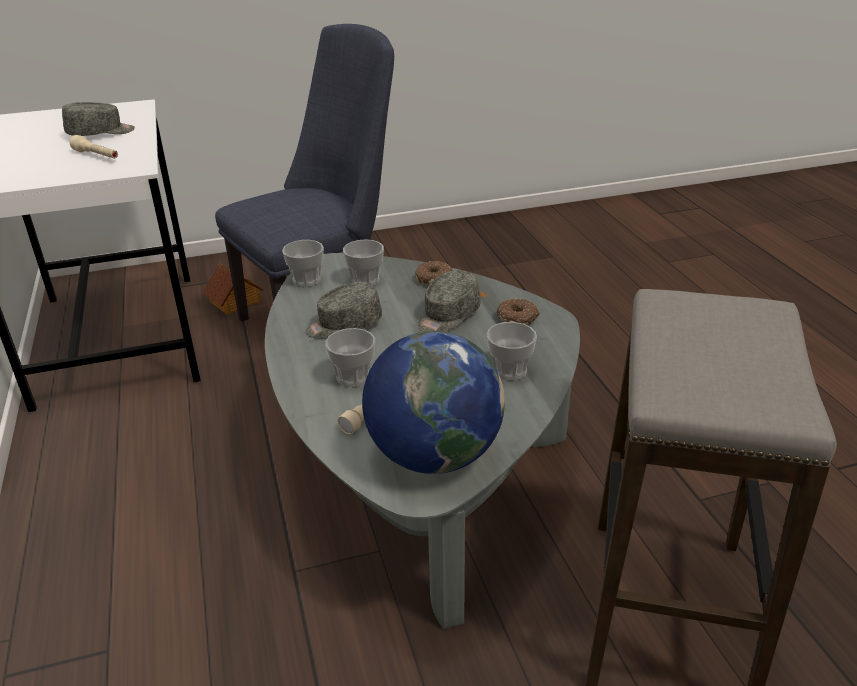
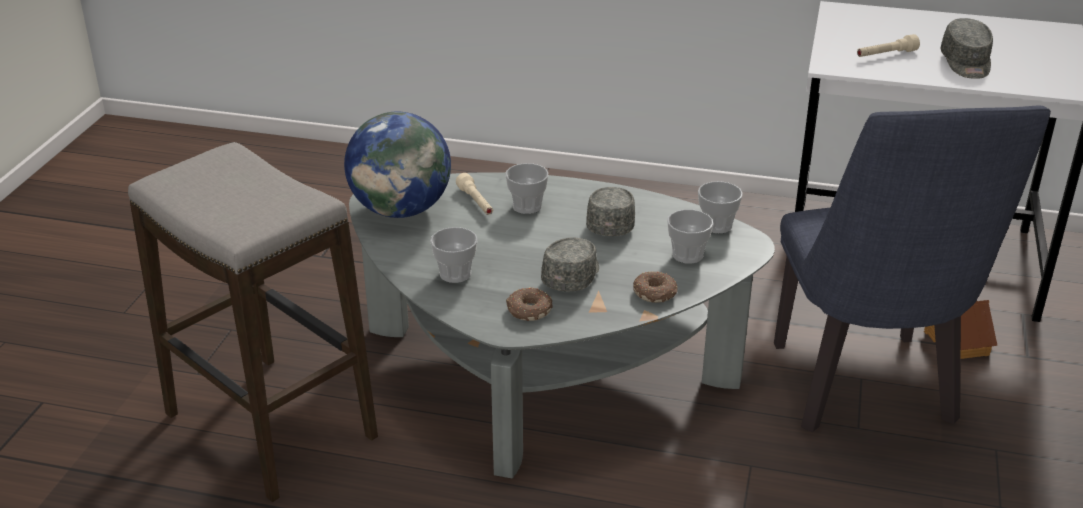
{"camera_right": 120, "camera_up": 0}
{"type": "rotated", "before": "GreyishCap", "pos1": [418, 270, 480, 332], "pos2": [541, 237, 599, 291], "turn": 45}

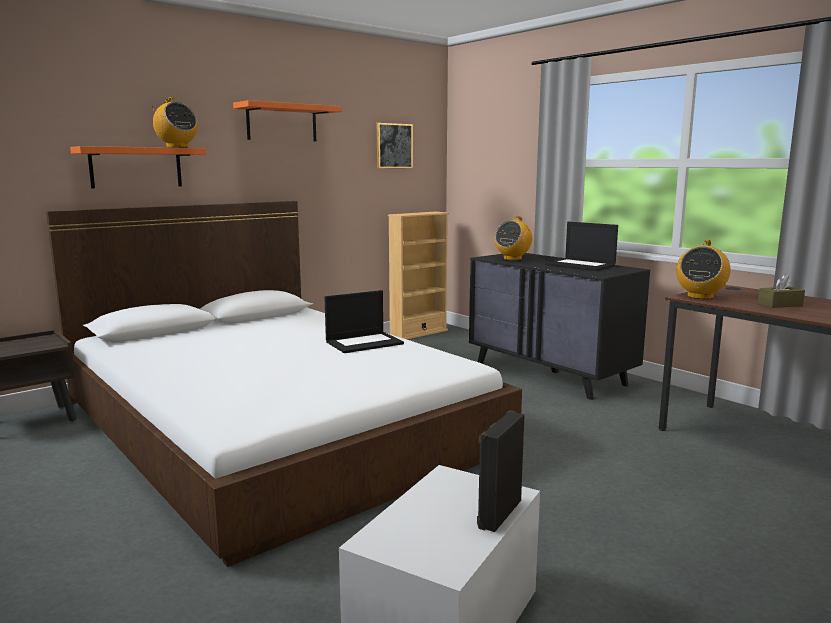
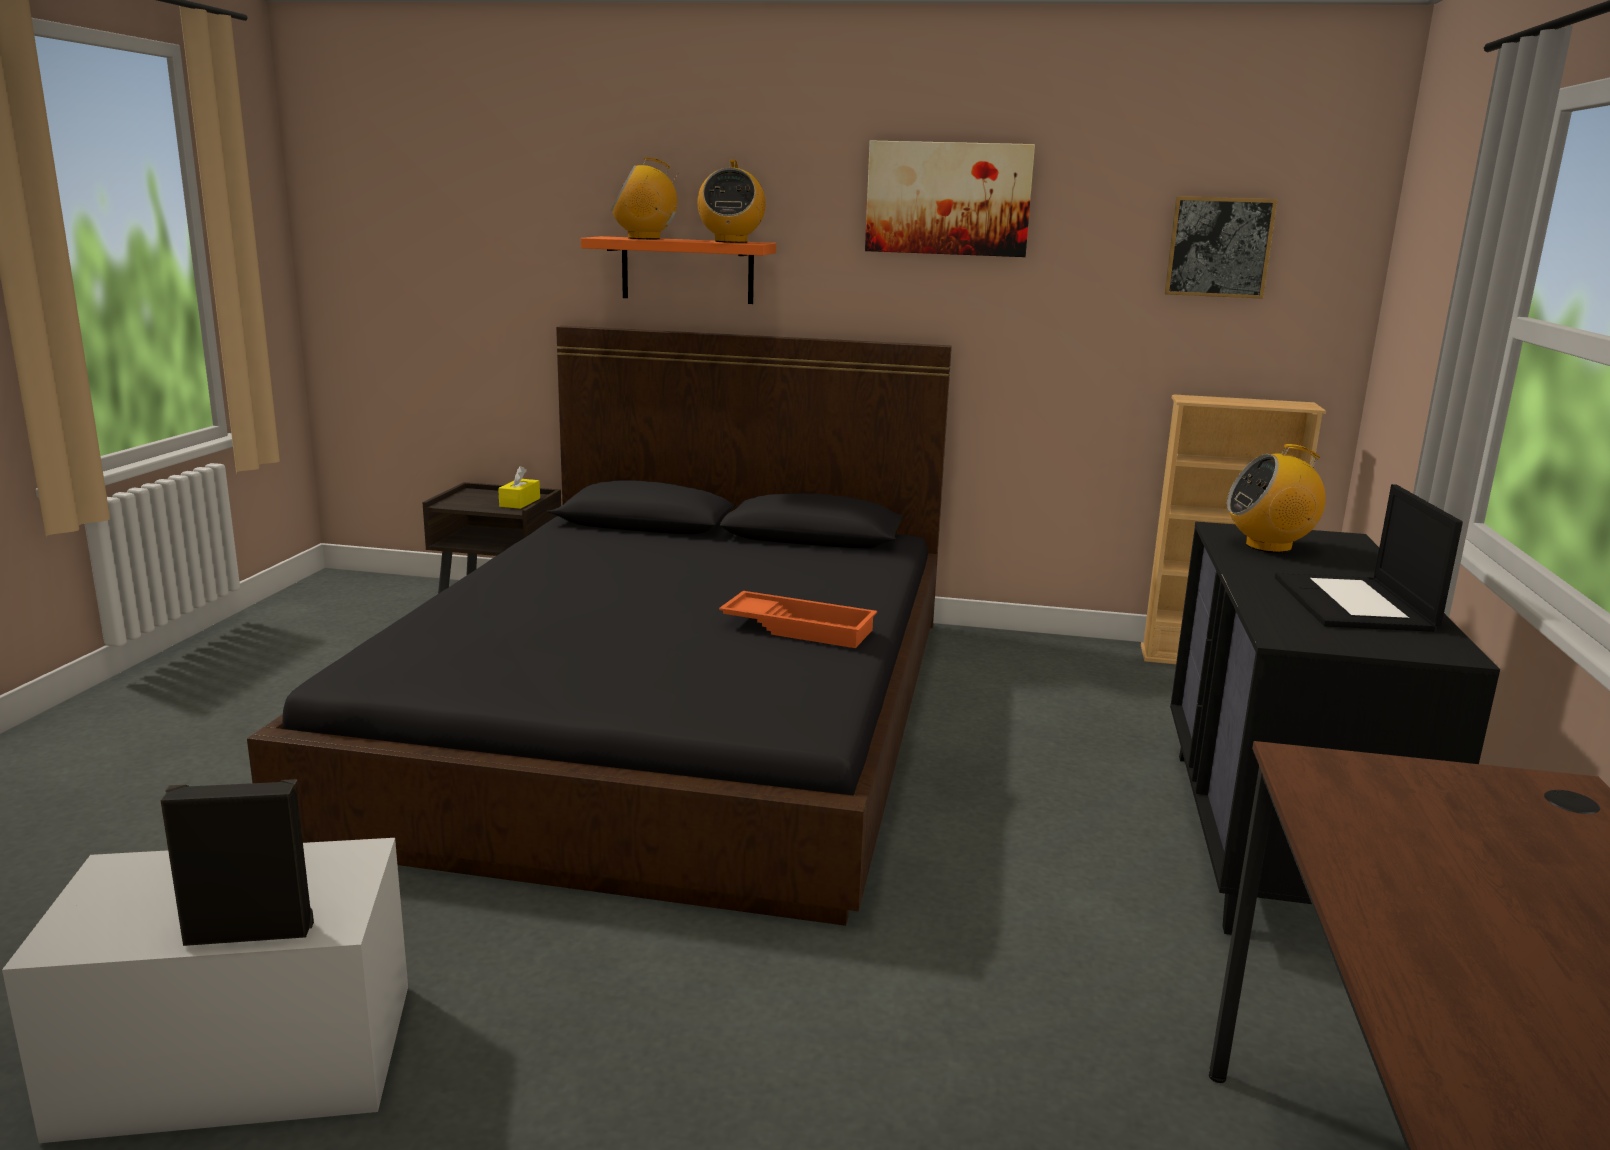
{"camera_right": 50, "camera_up": 5}
{"type": "repainted", "before": "WhitishBed", "after": "BlackColouredBed", "pos1": [46, 201, 522, 567], "pos2": [247, 326, 952, 926]}
{"type": "swapped", "before": "OrangeColouredBracketShelf", "after": "WallPicture", "pos1": [233, 100, 342, 141], "pos2": [865, 140, 1035, 257]}
{"type": "swapped", "before": "Laptop", "after": "OrangeColouredServingTray", "pos1": [324, 290, 404, 353], "pos2": [719, 591, 877, 648]}
{"type": "shifted", "before": "RadioSet", "pos1": [676, 240, 731, 299], "pos2": [611, 157, 678, 239]}
{"type": "gone", "before": "BrownTissueHolder", "pos1": [758, 274, 805, 308]}
{"type": "new", "after": "YellowColouredTissueHolder", "pos2": [498, 466, 540, 509]}

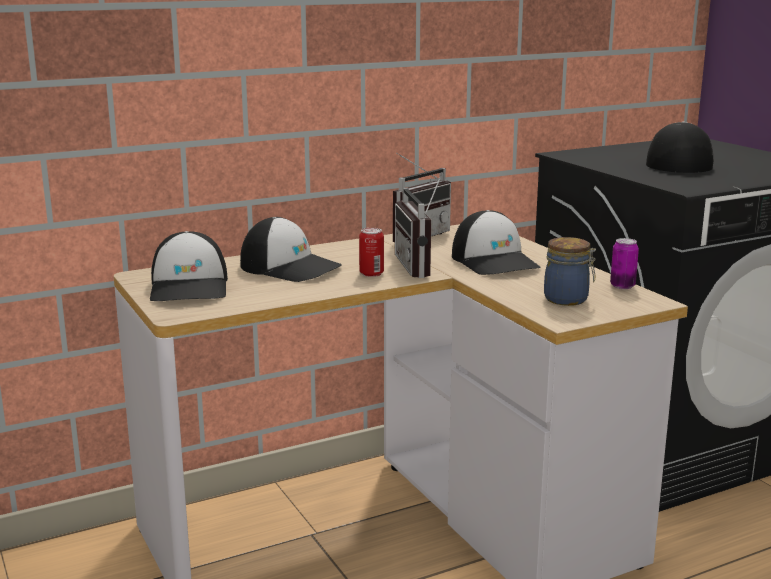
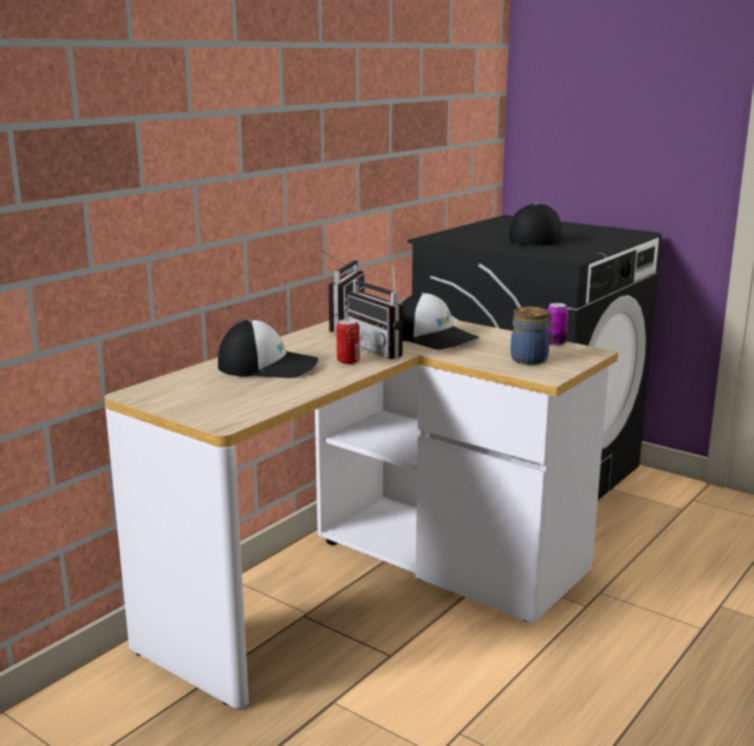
{"camera_right": -25, "camera_up": 0}
{"type": "gone", "before": "Cap", "pos1": [150, 231, 228, 301]}

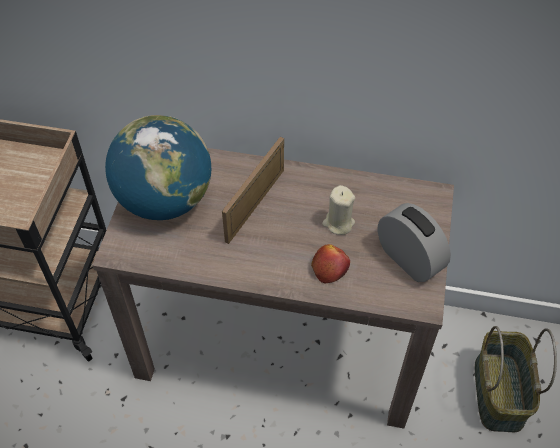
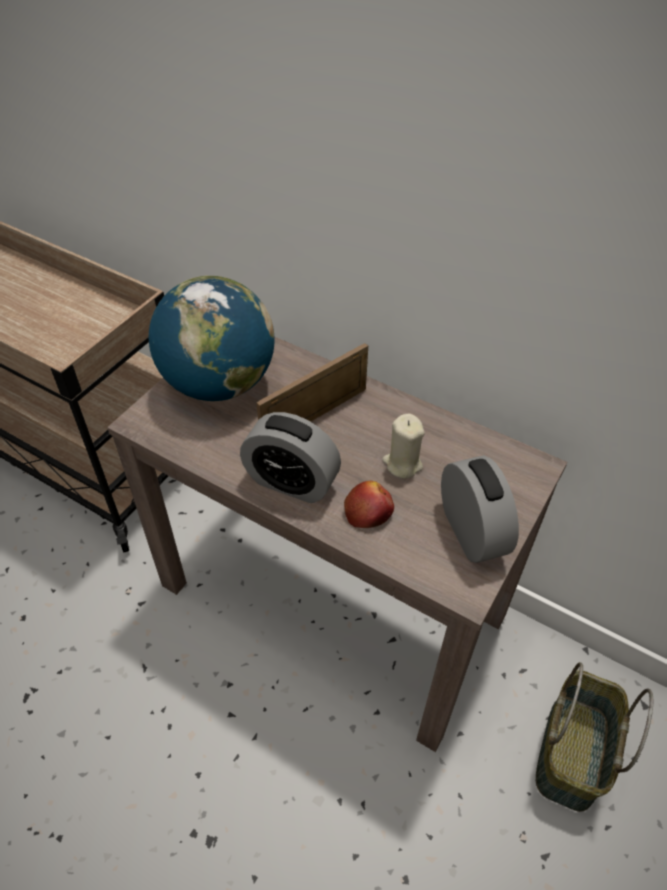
{"camera_right": 20, "camera_up": -5}
{"type": "new", "after": "AlarmClock", "pos2": [240, 412, 341, 503]}

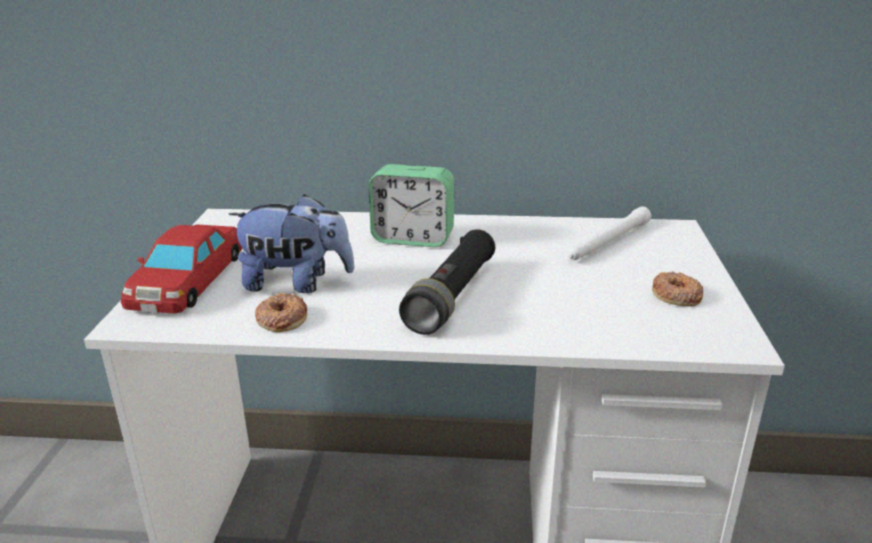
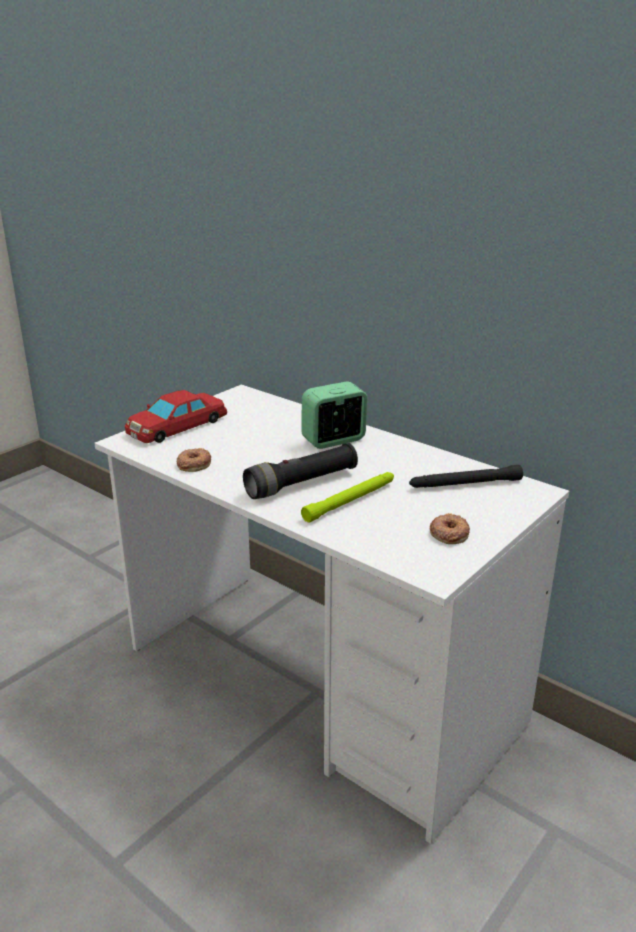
{"camera_right": 35, "camera_up": 0}
{"type": "gone", "before": "PlushToy", "pos1": [229, 194, 355, 293]}
{"type": "rotated", "before": "AlarmClock", "pos1": [369, 164, 454, 247], "pos2": [301, 381, 368, 449], "turn": 105}
{"type": "repainted", "before": "WhitishFlashlight", "after": "BlackColouredFlashlight", "pos1": [567, 206, 651, 260], "pos2": [409, 465, 523, 488]}
{"type": "new", "after": "GreenFlashlight", "pos2": [301, 472, 394, 523]}

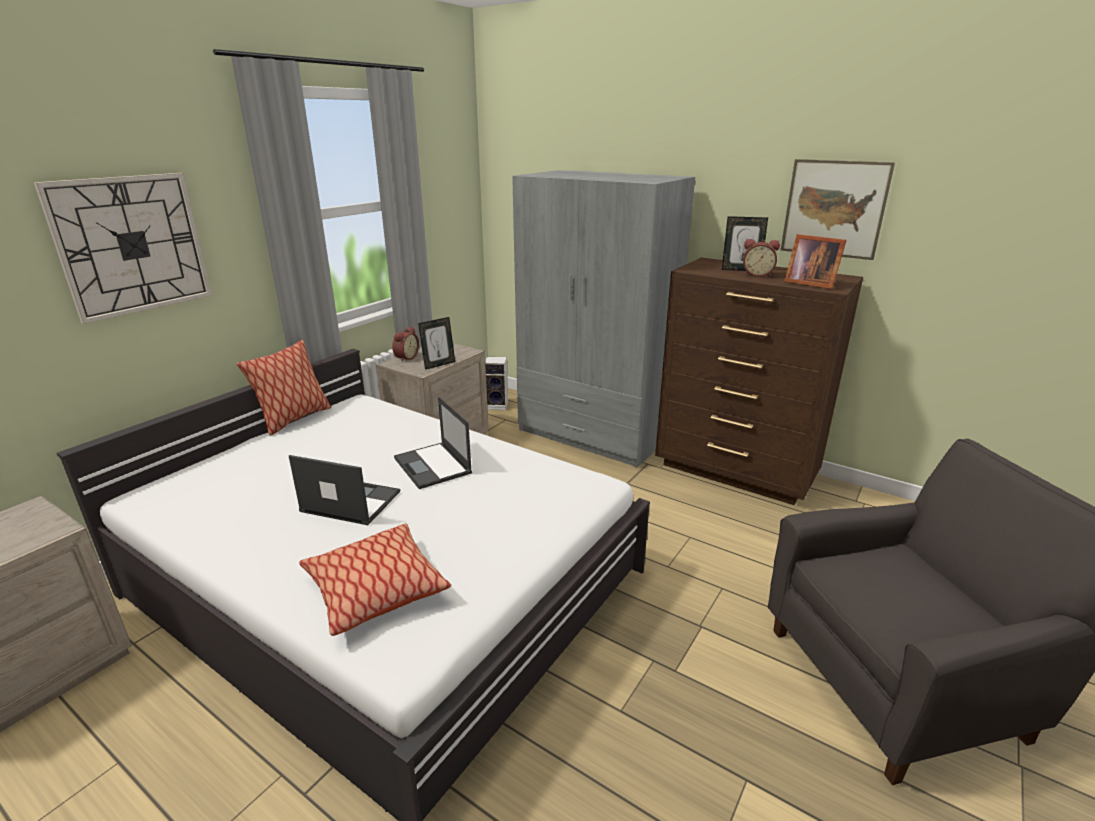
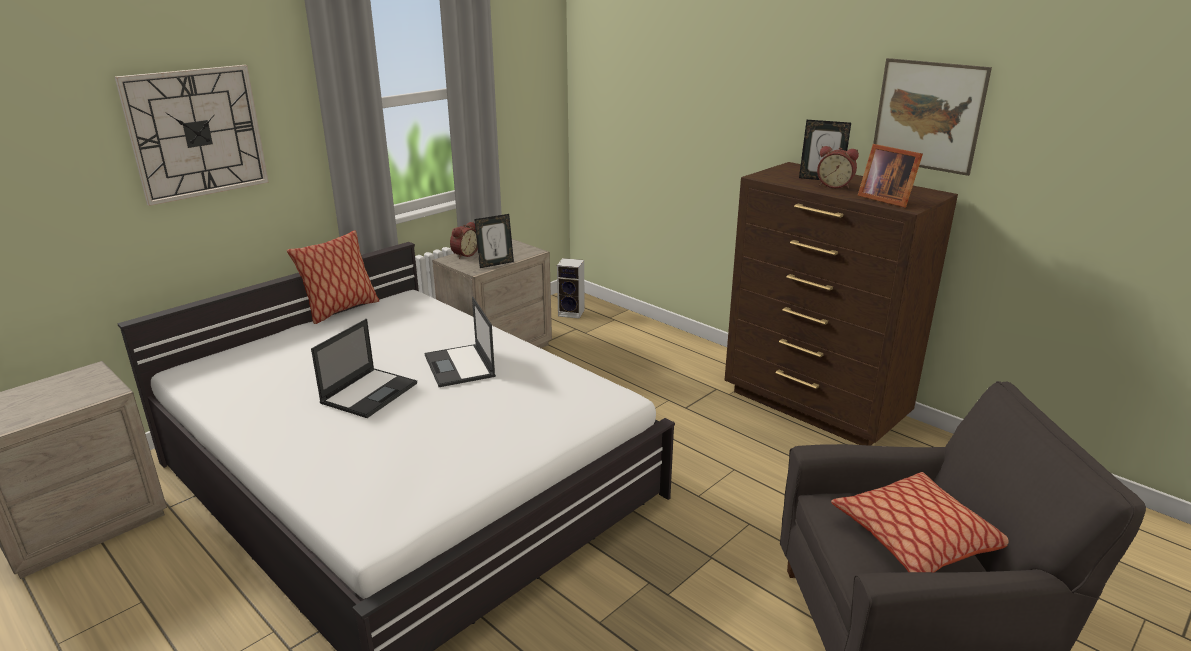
{"camera_right": 10, "camera_up": 0}
{"type": "rotated", "before": "Laptop", "pos1": [289, 455, 400, 525], "pos2": [311, 319, 417, 418], "turn": 90}
{"type": "shifted", "before": "Cushion", "pos1": [299, 524, 451, 636], "pos2": [831, 472, 1009, 572]}
{"type": "gone", "before": "GreyishClothesCupboard", "pos1": [512, 170, 695, 468]}

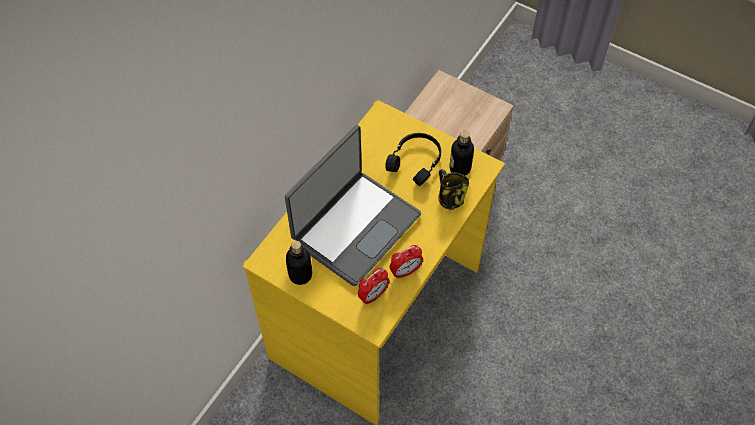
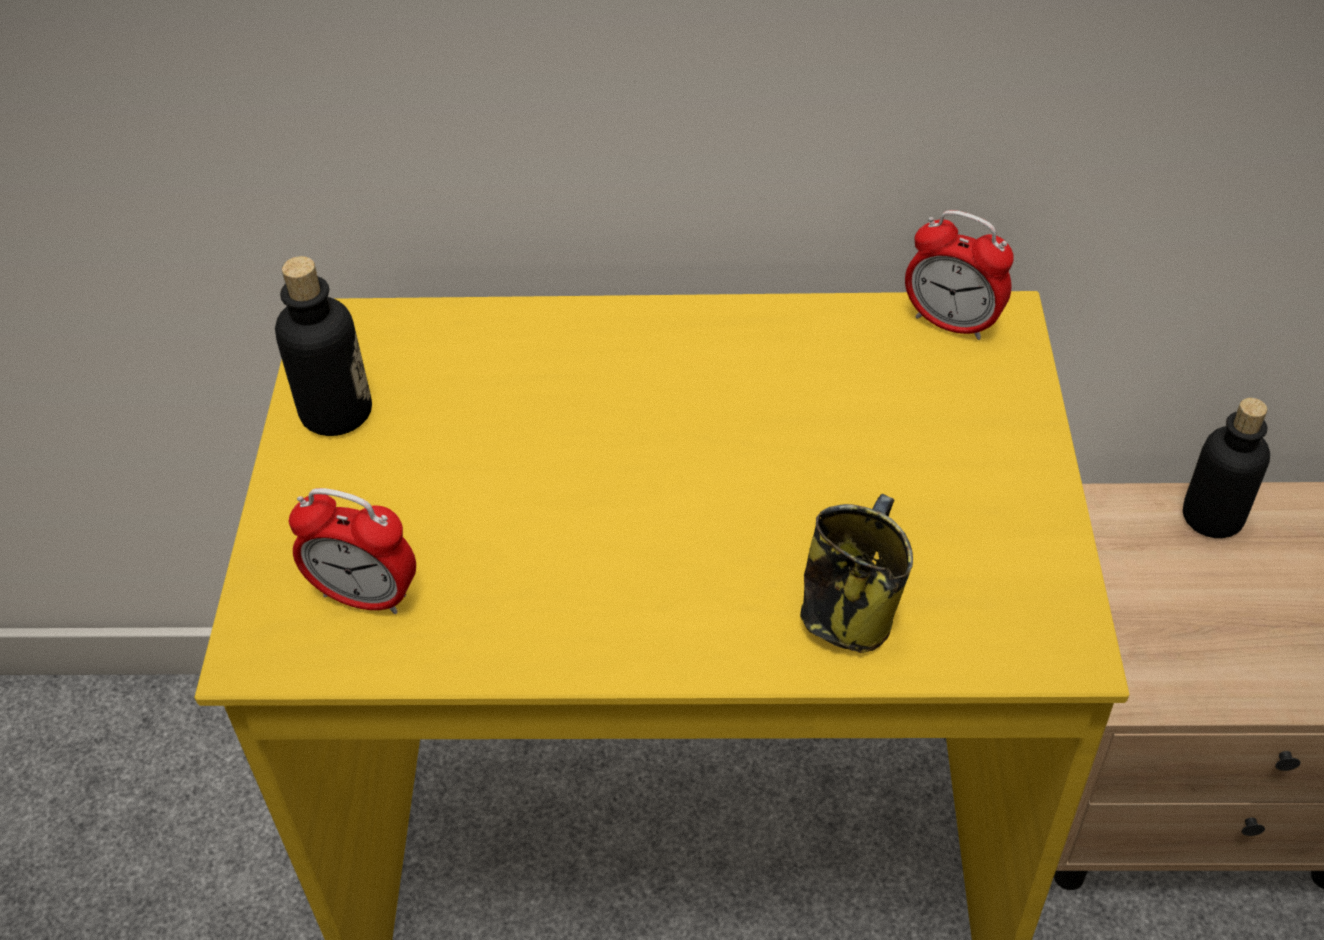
{"camera_right": 60, "camera_up": -10}
{"type": "gone", "before": "Laptop", "pos1": [285, 125, 421, 286]}
{"type": "gone", "before": "BlackColouredHeadphones", "pos1": [385, 133, 441, 186]}
{"type": "shifted", "before": "AlarmClock", "pos1": [390, 245, 423, 279], "pos2": [905, 210, 1014, 340]}
{"type": "shifted", "before": "Bottle", "pos1": [449, 131, 474, 175], "pos2": [1183, 398, 1270, 538]}

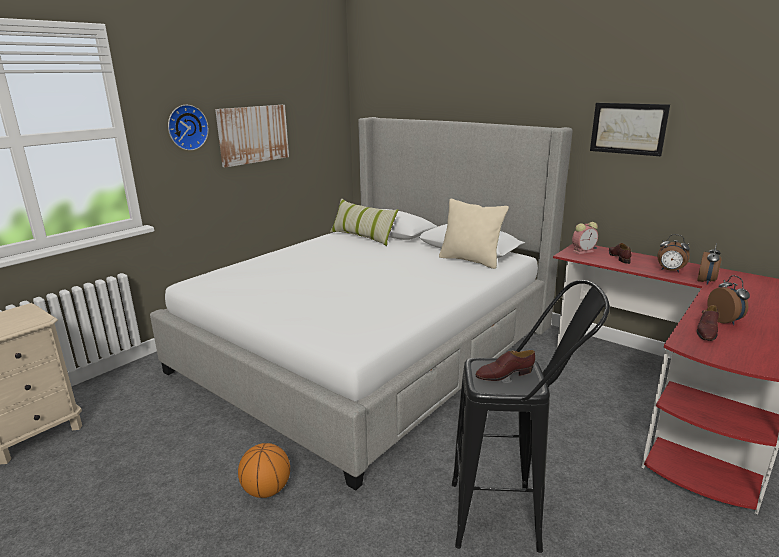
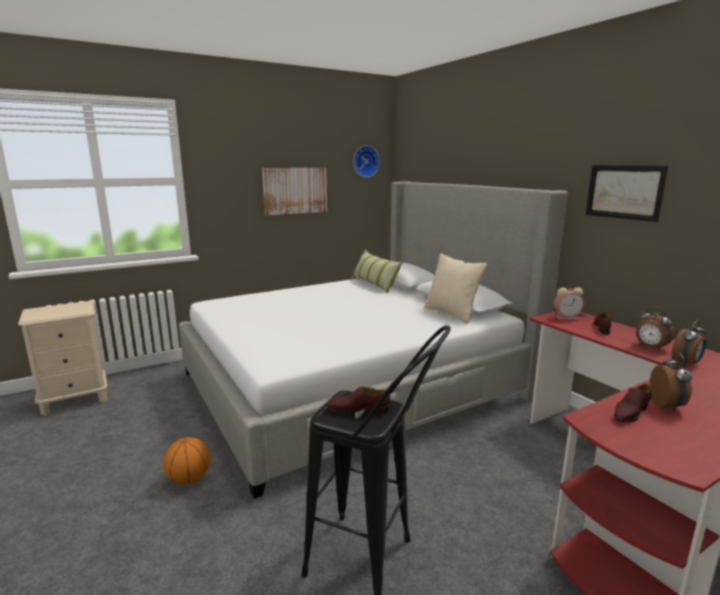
{"camera_right": 20, "camera_up": -5}
{"type": "shifted", "before": "WallClock", "pos1": [168, 105, 209, 151], "pos2": [353, 146, 380, 178]}

